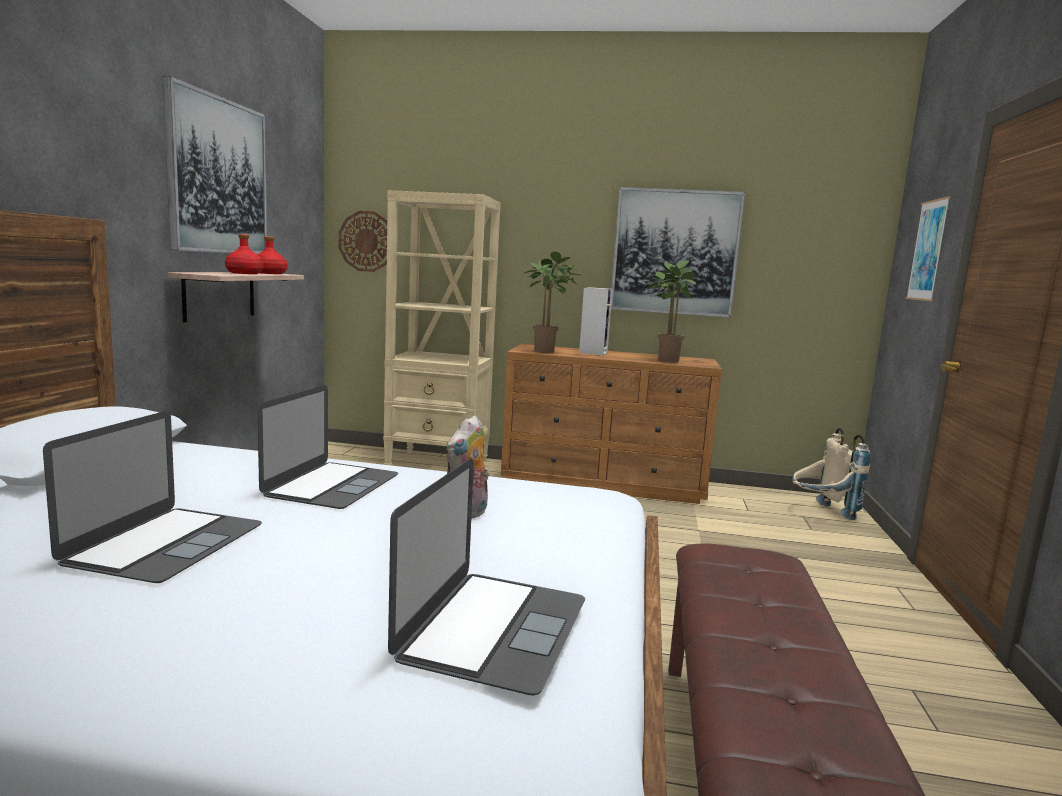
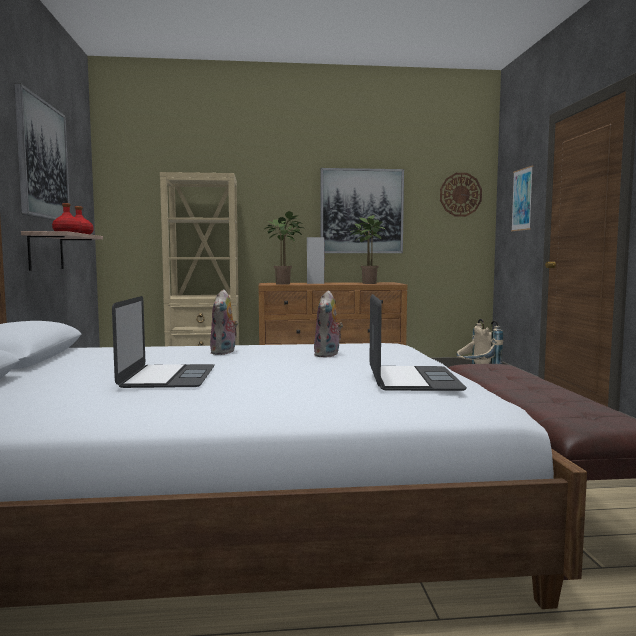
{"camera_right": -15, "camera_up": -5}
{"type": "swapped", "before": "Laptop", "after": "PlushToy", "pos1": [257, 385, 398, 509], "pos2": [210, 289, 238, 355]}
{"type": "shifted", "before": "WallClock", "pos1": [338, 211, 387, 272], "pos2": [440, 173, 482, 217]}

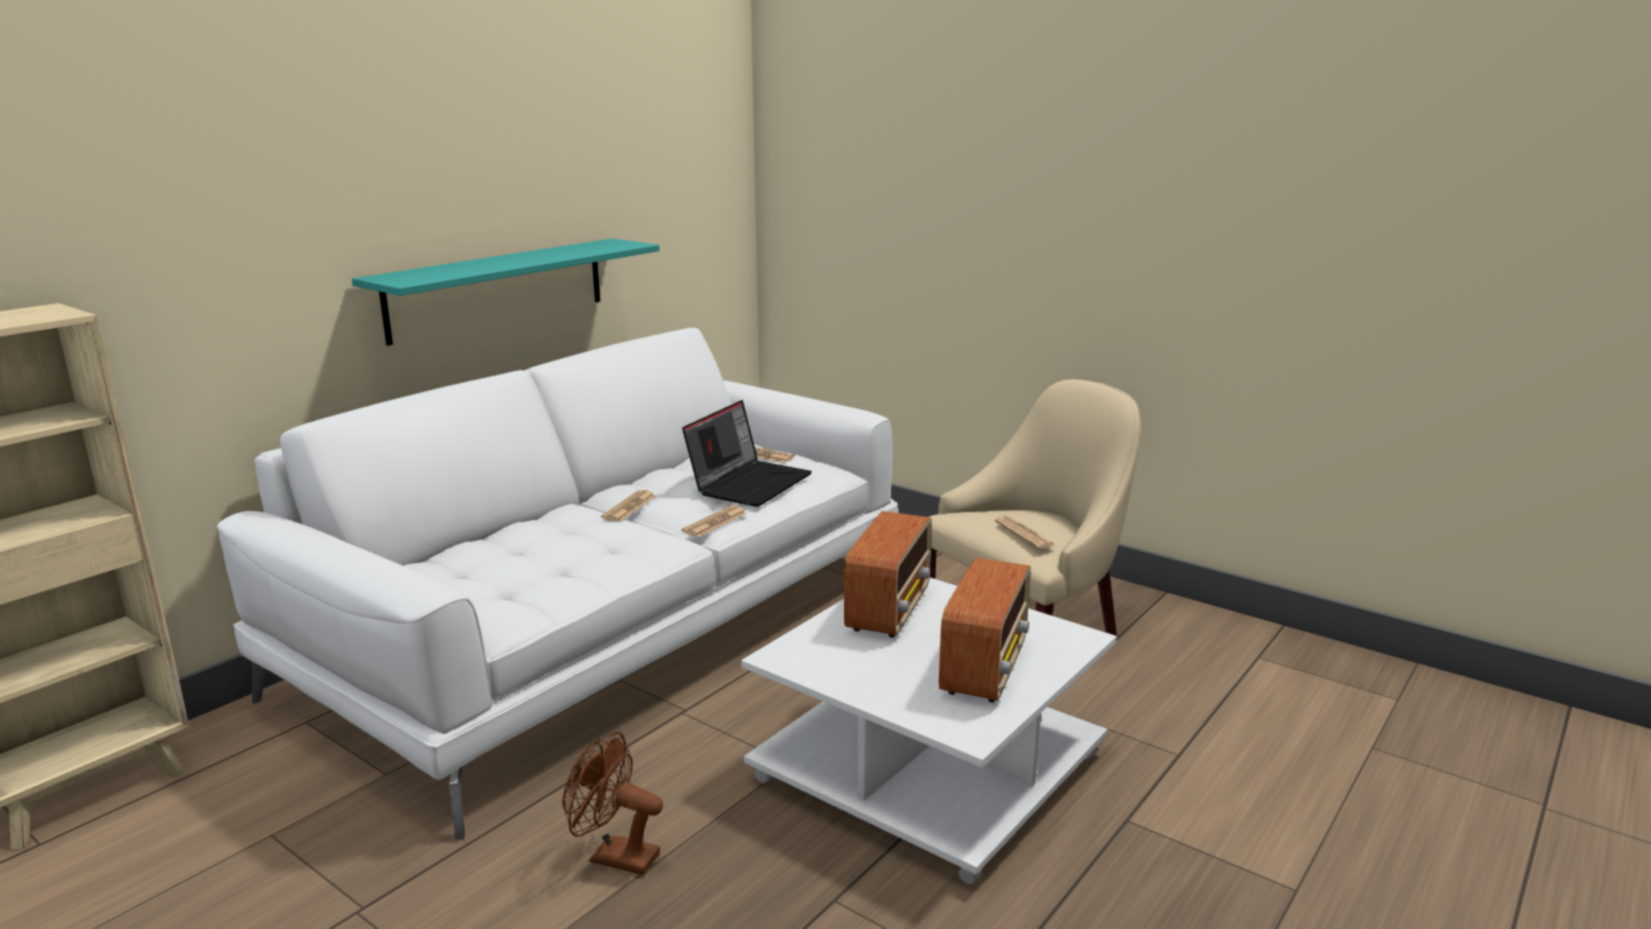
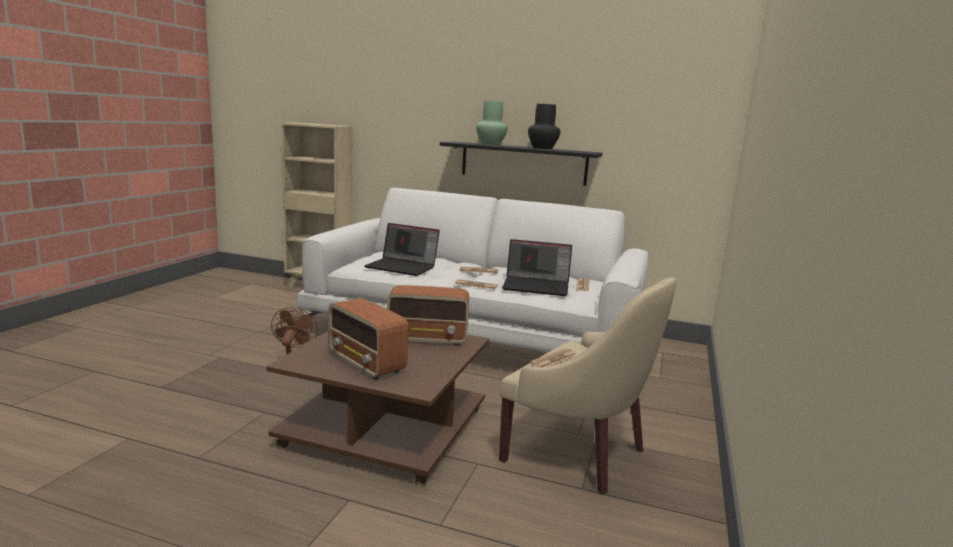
{"camera_right": 70, "camera_up": -5}
{"type": "repainted", "before": "BlueGreenBracketShelf", "after": "BlackColouredBracketShelf", "pos1": [352, 238, 660, 346], "pos2": [440, 141, 603, 186]}
{"type": "repainted", "before": "WhitishLowTable", "after": "BrownLowTable", "pos1": [741, 578, 1117, 884], "pos2": [266, 331, 489, 484]}
{"type": "rotated", "before": "RadioSet", "pos1": [939, 557, 1031, 703], "pos2": [328, 298, 409, 380], "turn": 45}
{"type": "new", "after": "Laptop", "pos2": [364, 223, 440, 276]}
{"type": "new", "after": "GreenFlowerVase", "pos2": [476, 101, 508, 145]}
{"type": "new", "after": "BlackColouredFlowerVase", "pos2": [528, 104, 560, 149]}

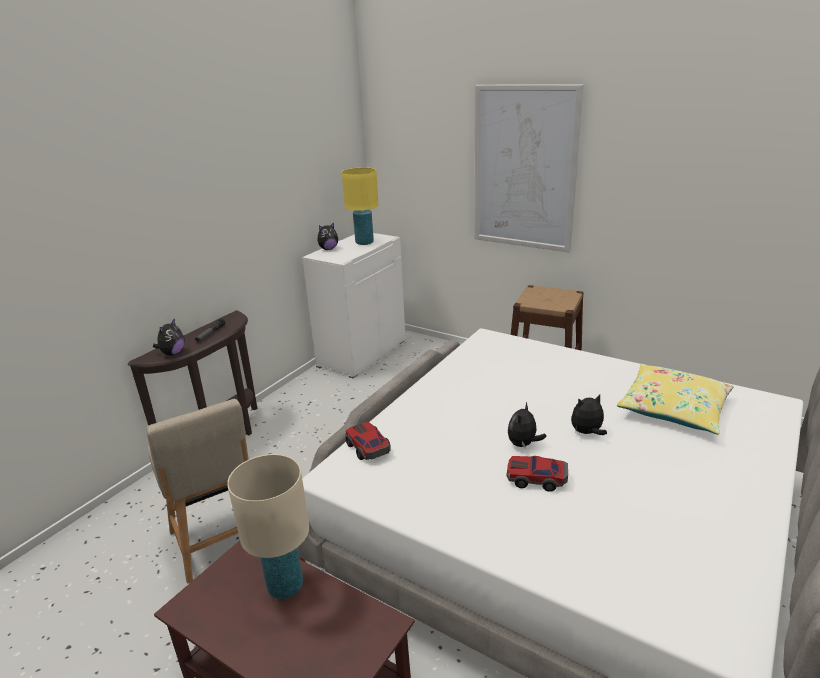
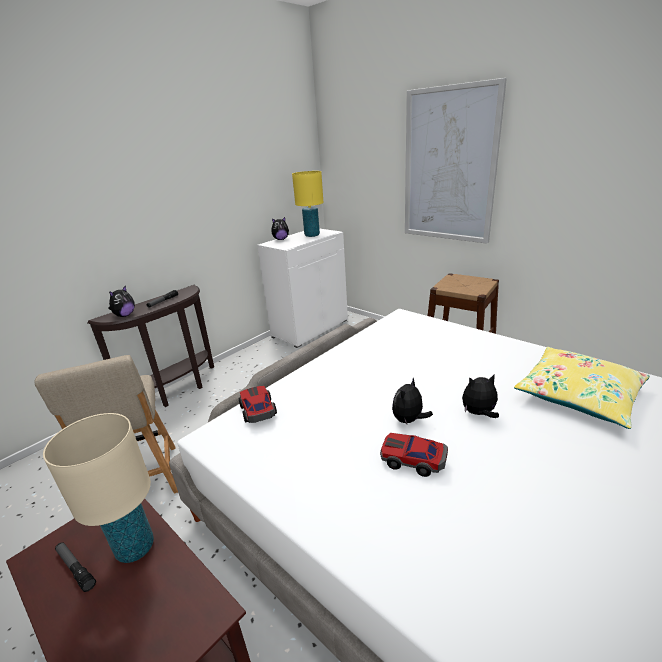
{"camera_right": 10, "camera_up": 0}
{"type": "new", "after": "Flashlight", "pos2": [55, 542, 96, 592]}

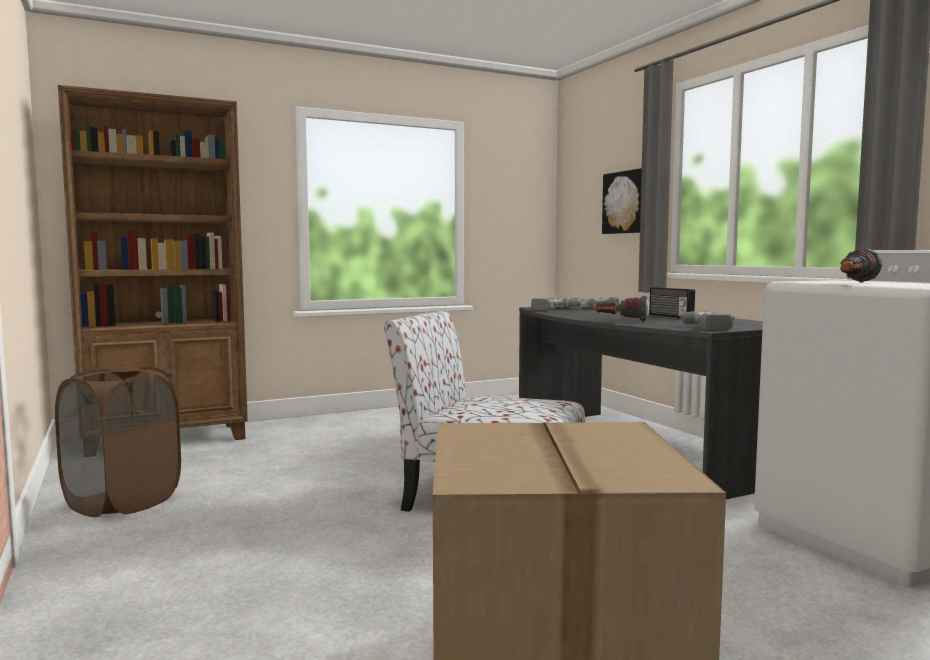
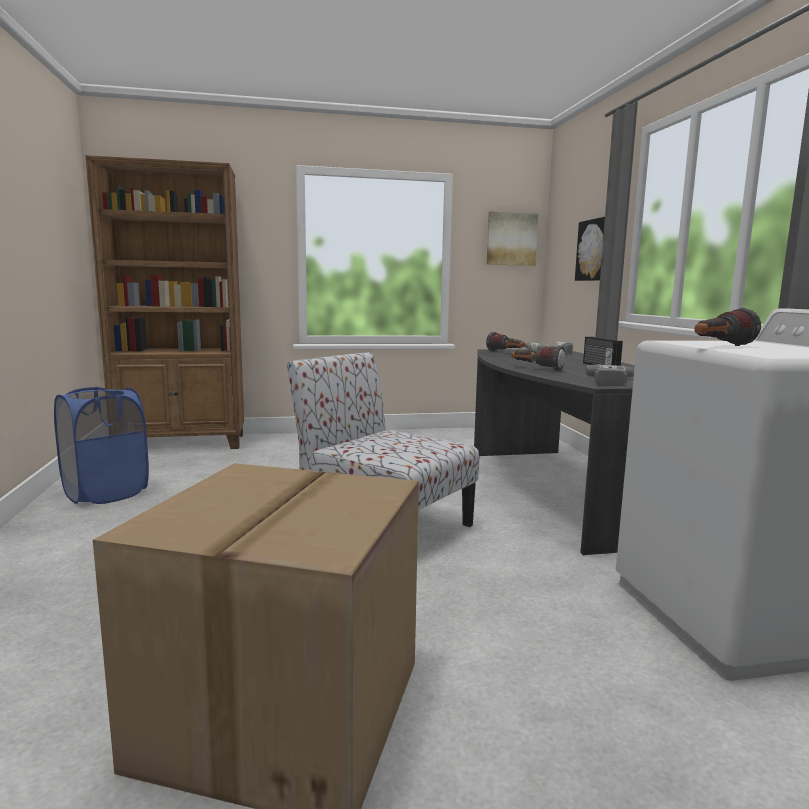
{"camera_right": 15, "camera_up": 5}
{"type": "repainted", "before": "BrownWashingBasket", "after": "BlueColouredWashingBasket", "pos1": [55, 366, 181, 517], "pos2": [54, 387, 149, 504]}
{"type": "swapped", "before": "Drill", "after": "Flashlight", "pos1": [531, 297, 583, 310], "pos2": [486, 332, 525, 351]}
{"type": "new", "after": "WallPicture", "pos2": [486, 211, 538, 266]}

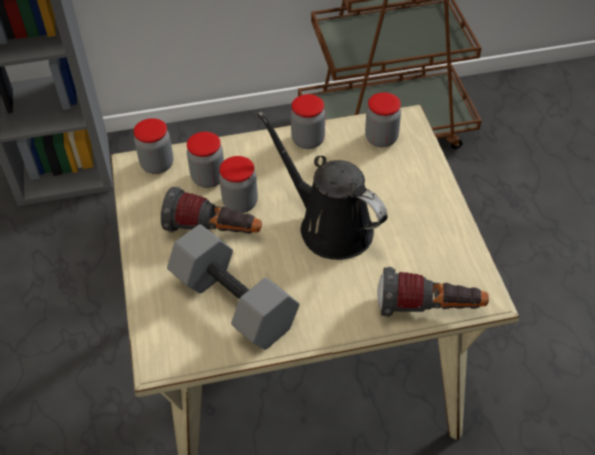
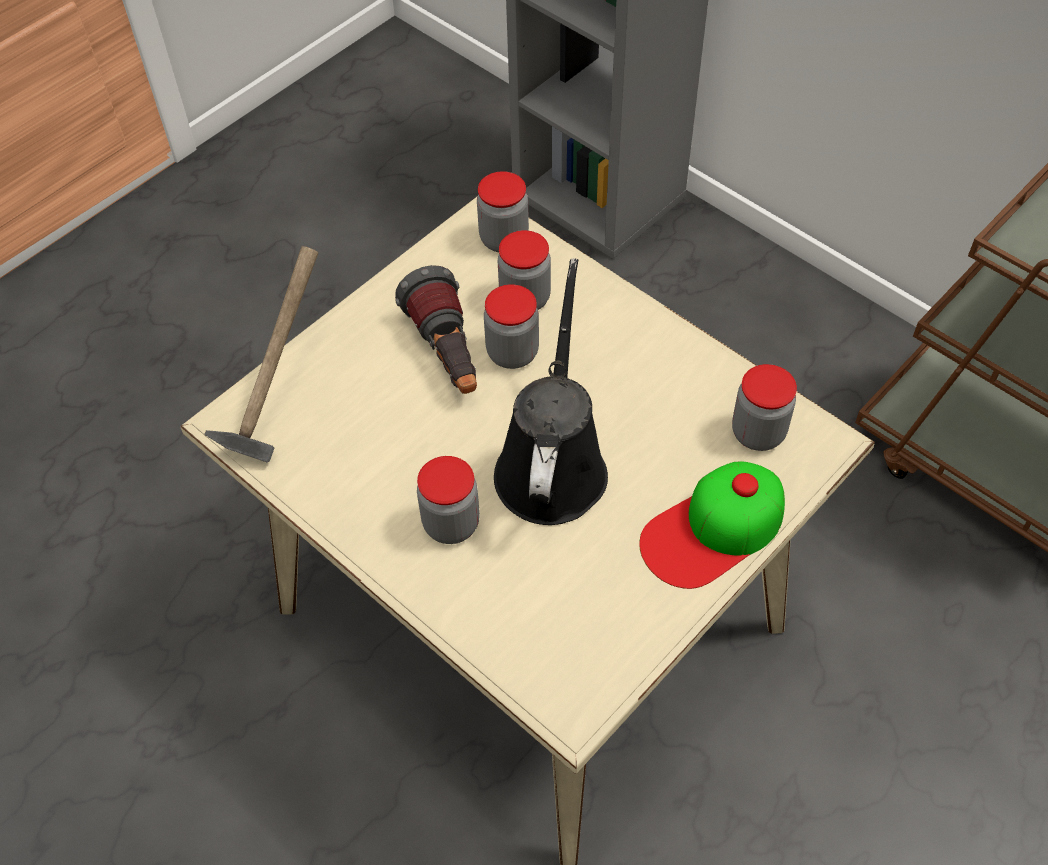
{"camera_right": 55, "camera_up": 5}
{"type": "gone", "before": "GreyishDumbbell", "pos1": [167, 224, 299, 350]}
{"type": "shifted", "before": "StorageJar", "pos1": [291, 94, 325, 149], "pos2": [417, 456, 480, 544]}
{"type": "gone", "before": "Flashlight", "pos1": [377, 267, 489, 317]}
{"type": "new", "after": "Hammer", "pos2": [204, 246, 318, 462]}
{"type": "new", "after": "Cap", "pos2": [639, 461, 785, 589]}

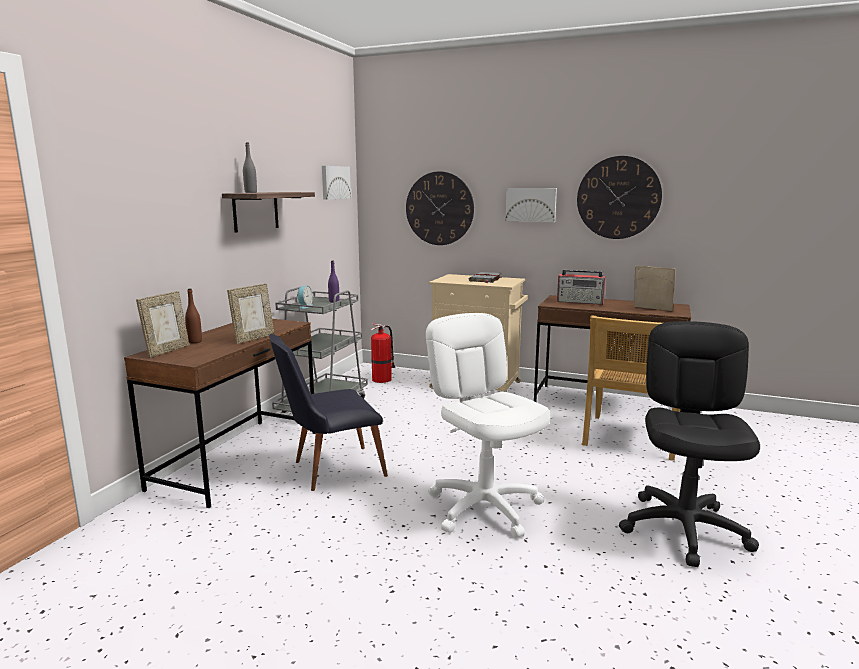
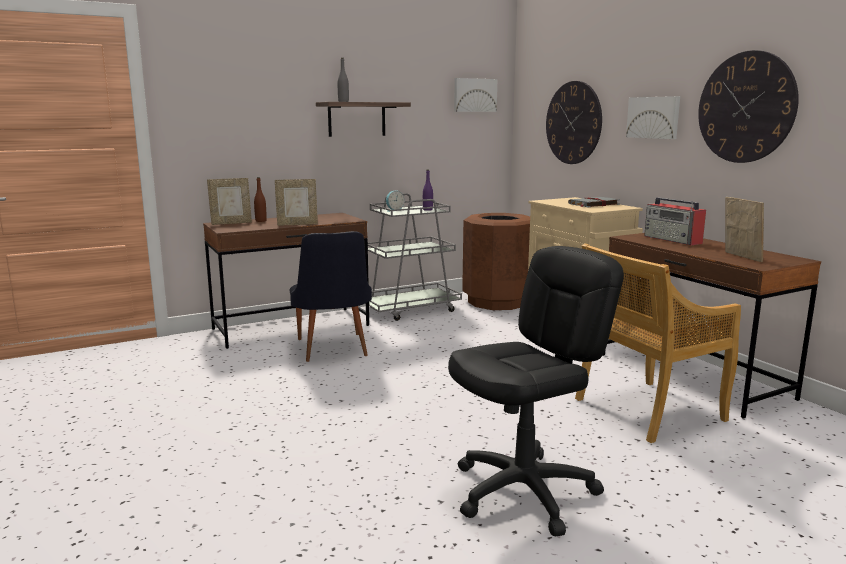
{"camera_right": 40, "camera_up": 0}
{"type": "rotated", "before": "BlackColouredPlainChair", "pos1": [269, 334, 388, 491], "pos2": [290, 231, 372, 362], "turn": -120}
{"type": "swapped", "before": "FireExtinguisher", "after": "BrownRubbishBin", "pos1": [370, 323, 395, 383], "pos2": [462, 213, 530, 310]}
{"type": "gone", "before": "WhitishDeskChair", "pos1": [426, 313, 550, 538]}

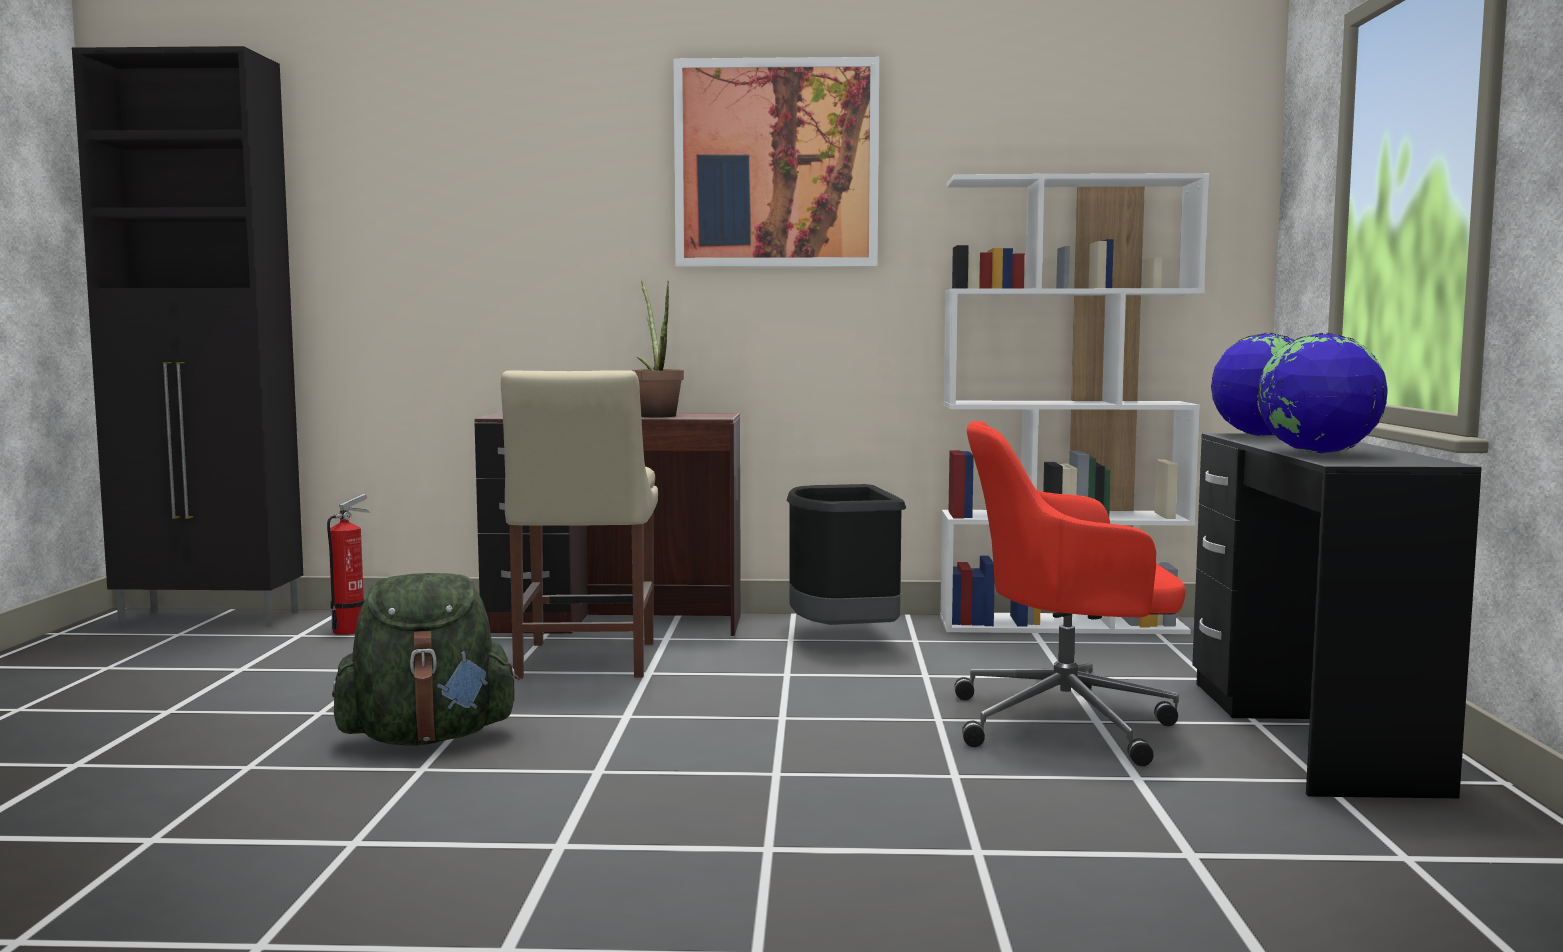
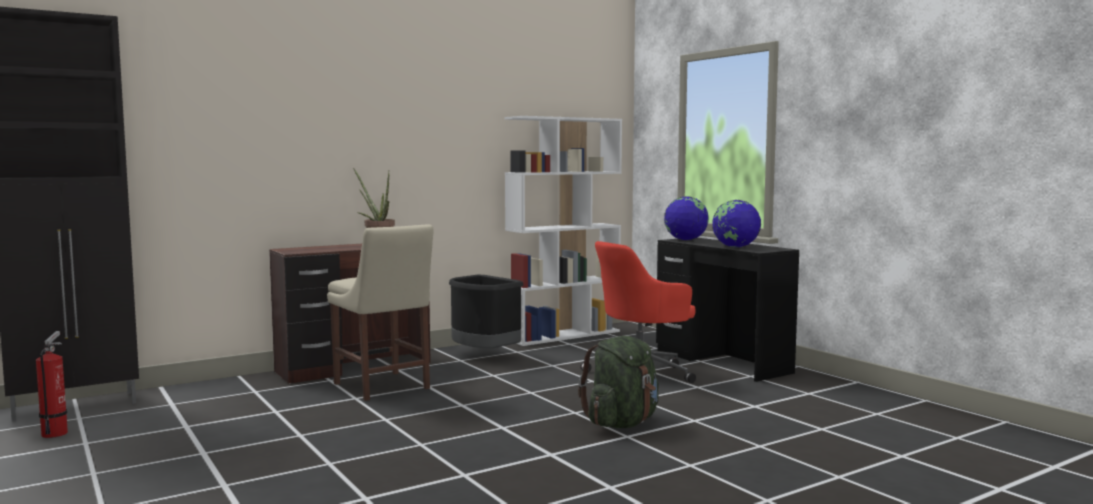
{"camera_right": -35, "camera_up": 0}
{"type": "shifted", "before": "FireExtinguisher", "pos1": [327, 494, 370, 635], "pos2": [36, 331, 68, 438]}
{"type": "shifted", "before": "GreenRucksack", "pos1": [332, 573, 519, 746], "pos2": [578, 336, 659, 428]}
{"type": "gone", "before": "WallPicture", "pos1": [673, 57, 879, 267]}

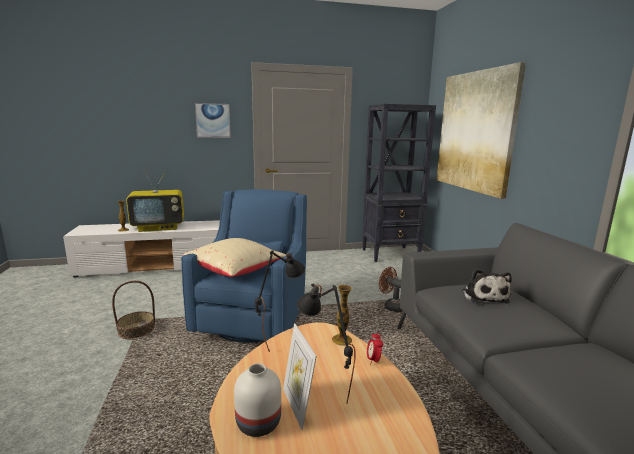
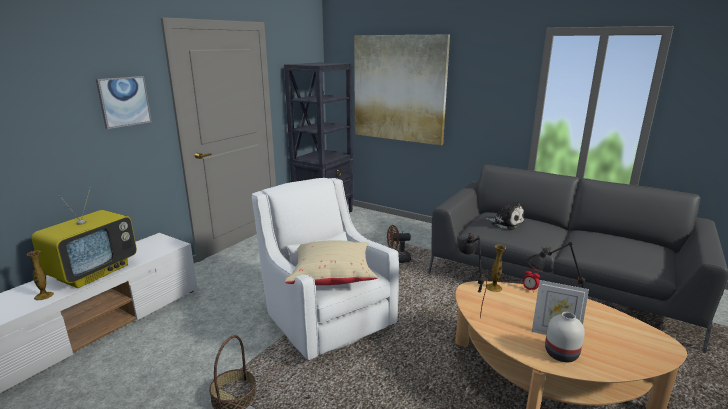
{"camera_right": -45, "camera_up": 5}
{"type": "repainted", "before": "BlueColouredLoungeChair", "after": "WhitishLoungeChair", "pos1": [181, 189, 307, 343], "pos2": [252, 178, 399, 360]}

